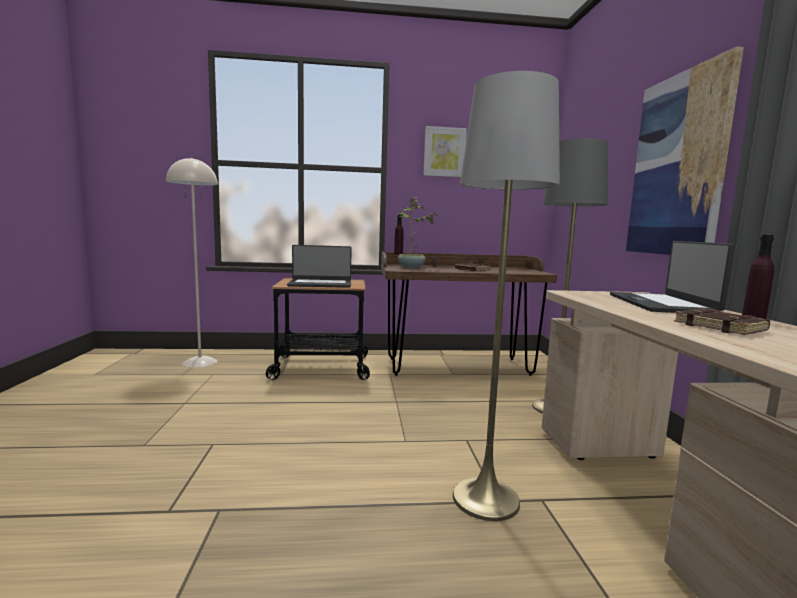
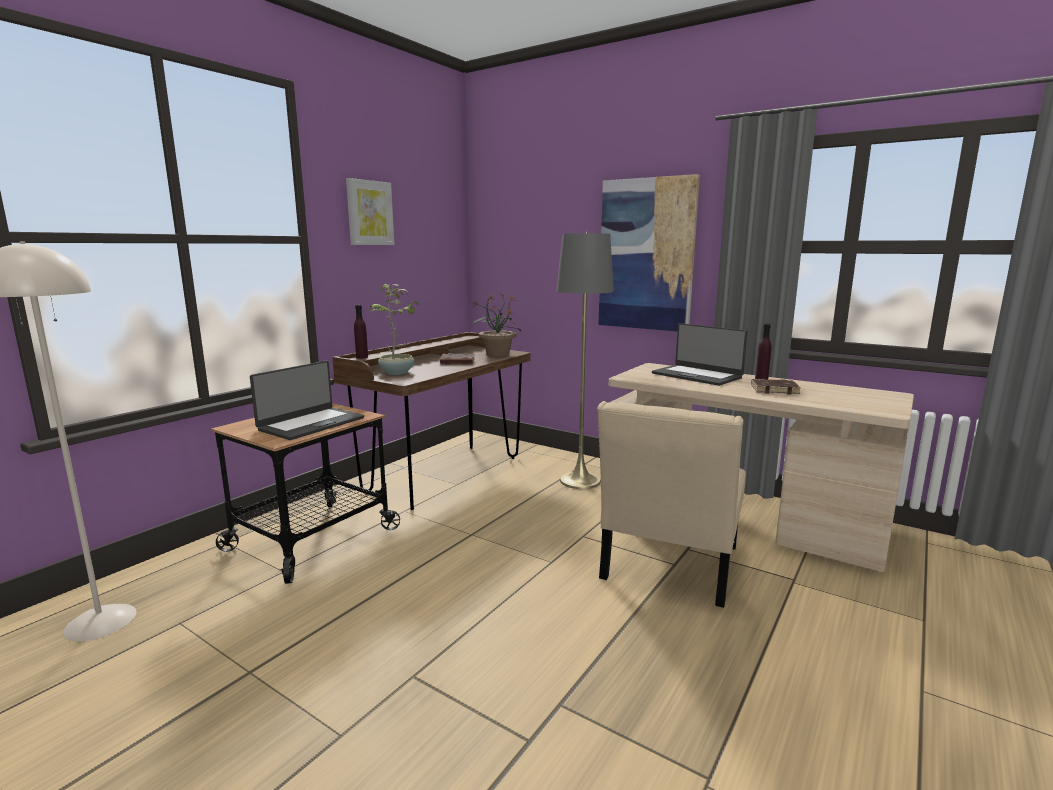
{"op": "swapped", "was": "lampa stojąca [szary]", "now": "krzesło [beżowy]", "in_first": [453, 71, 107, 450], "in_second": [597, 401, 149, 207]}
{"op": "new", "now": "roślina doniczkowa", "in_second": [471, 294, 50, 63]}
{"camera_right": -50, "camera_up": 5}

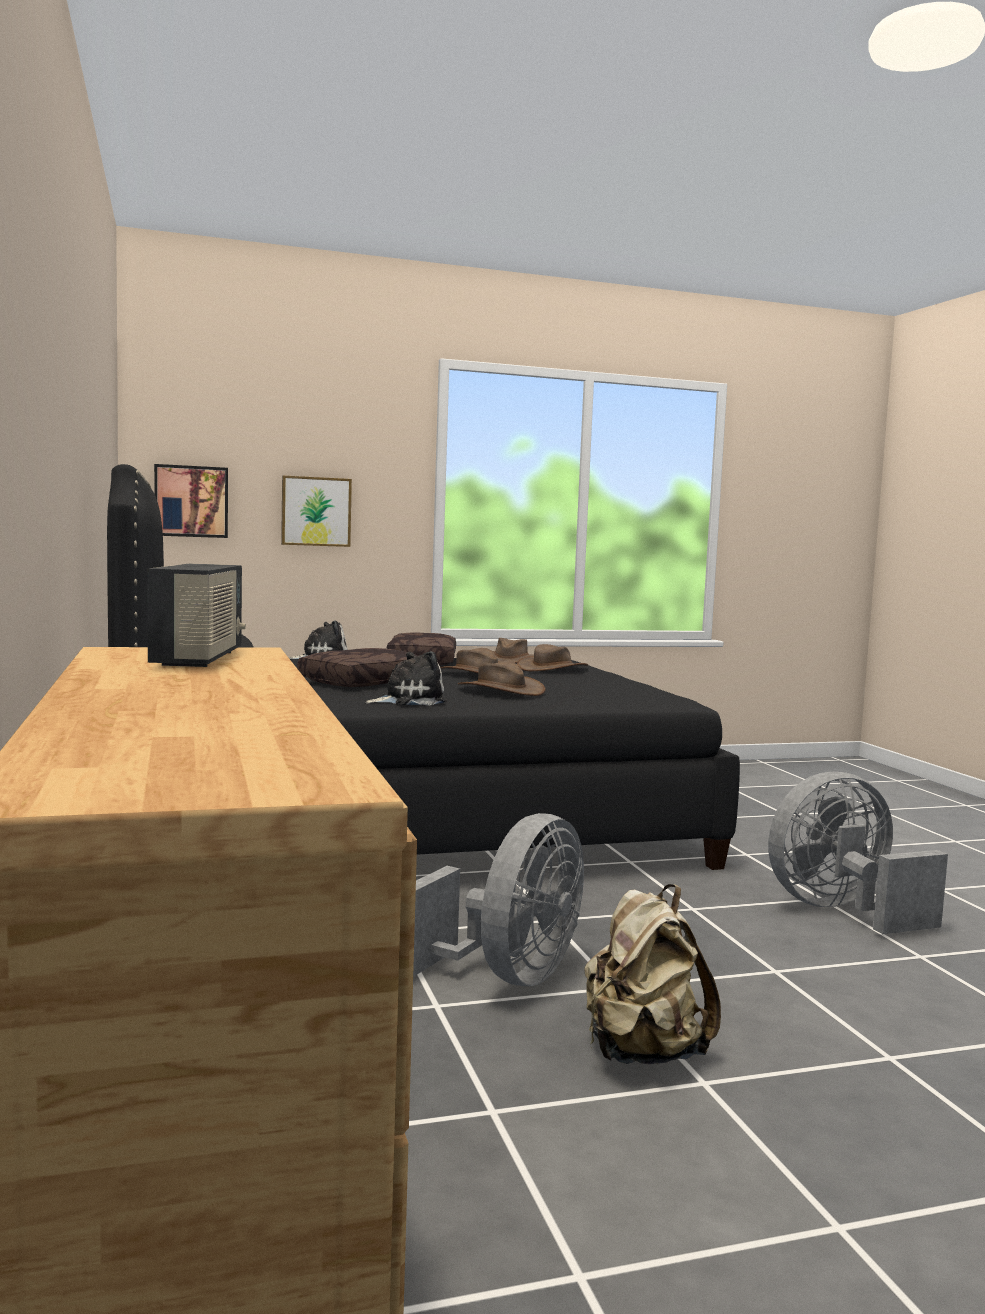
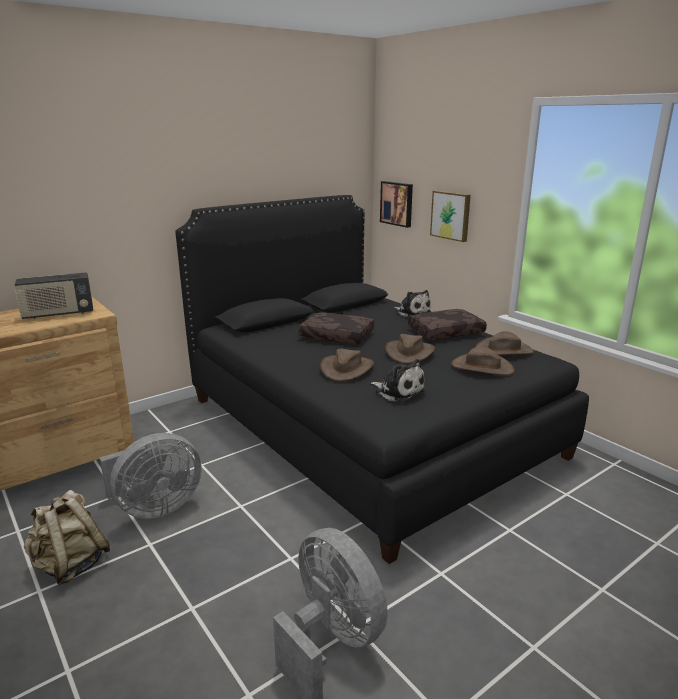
{"op": "shifted", "was": "pluszak", "in_first": [365, 651, 82, 55], "in_second": [371, 359, 55, 44]}
{"op": "rotated", "was": "wentylator [szary]", "in_first": [413, 813, 171, 173], "in_second": [100, 433, 102, 86], "clockwise": -45}
{"camera_right": 70, "camera_up": 15}

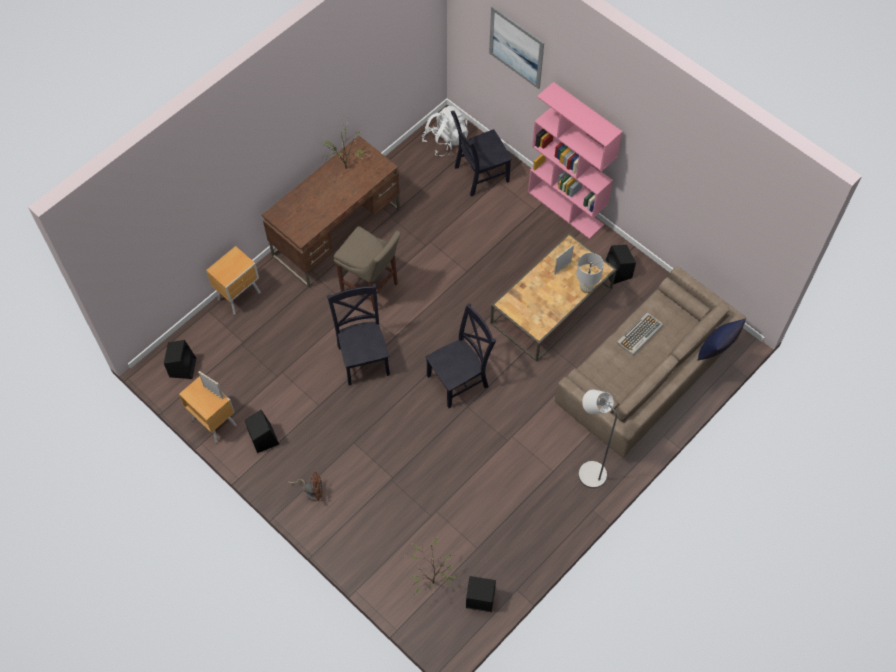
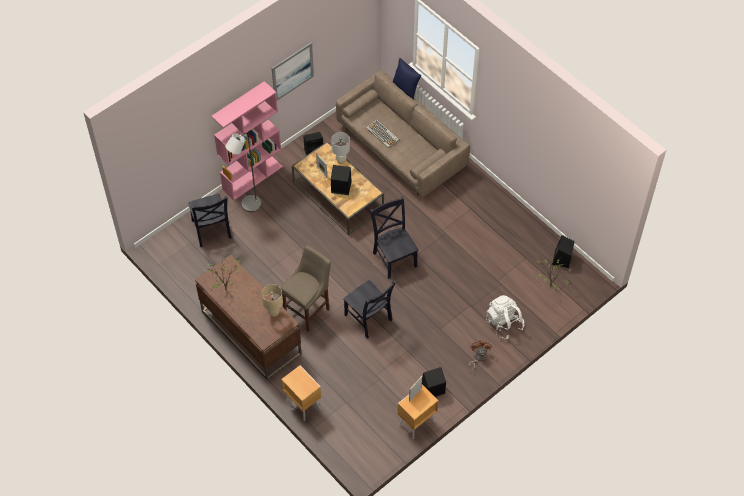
{"op": "shifted", "was": "obraz", "in_first": [489, 6, 55, 83], "in_second": [272, 43, 42, 58]}
{"op": "shifted", "was": "plecak [biały]", "in_first": [422, 106, 46, 50], "in_second": [486, 295, 38, 44]}
{"op": "rotated", "was": "krzesło [czarny]", "in_first": [327, 284, 63, 101], "in_second": [343, 280, 54, 59], "clockwise": -120}
{"op": "shifted", "was": "głośnik [czarny]", "in_first": [164, 340, 32, 39], "in_second": [331, 165, 21, 30]}
{"op": "shifted", "was": "lampa stojąca [szary]", "in_first": [578, 389, 39, 99], "in_second": [225, 133, 37, 79]}
{"op": "new", "now": "lampa stołowa [beżowy]", "in_second": [262, 284, 21, 33]}
{"camera_right": -85, "camera_up": -5}

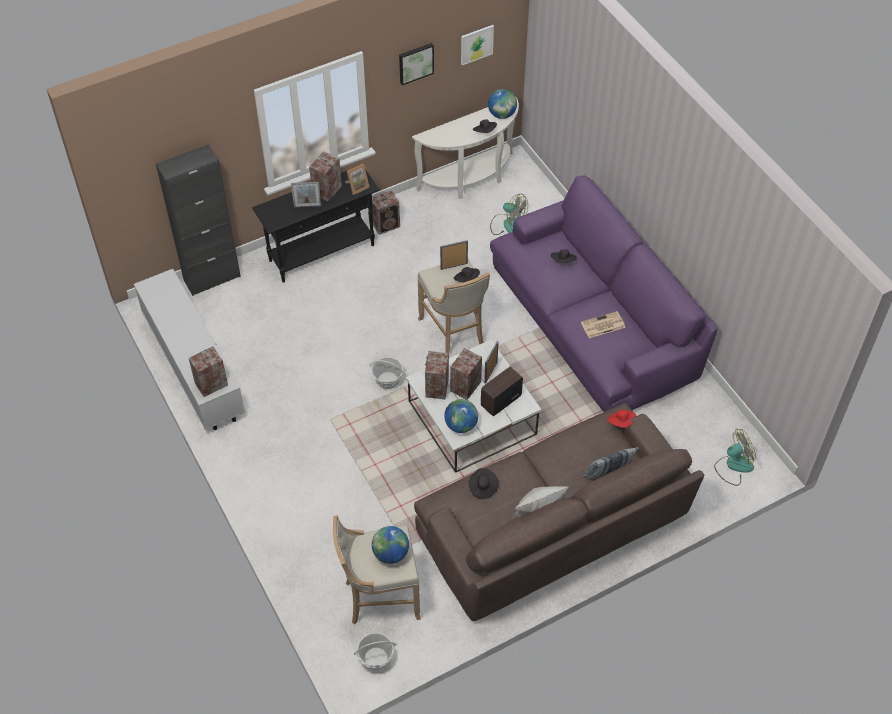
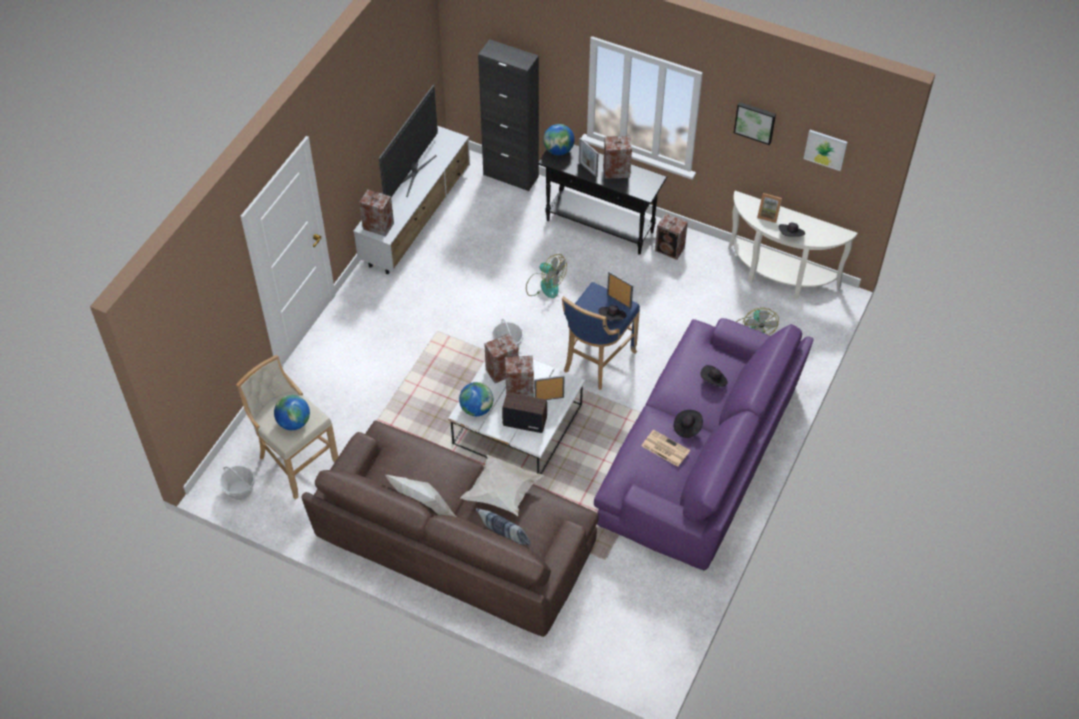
{"op": "shifted", "was": "globus", "in_first": [488, 89, 29, 30], "in_second": [543, 124, 31, 31]}
{"op": "shifted", "was": "ramka na zdjęcie", "in_first": [345, 164, 24, 31], "in_second": [757, 193, 25, 30]}
{"op": "repainted", "was": "stołek [beżowy]", "now": "stołek [niebieski]", "in_first": [417, 259, 73, 94], "in_second": [562, 282, 78, 108]}
{"op": "gone", "was": "kapelusz [czerwony]", "in_first": [608, 409, 28, 19]}
{"op": "shifted", "was": "wentylator", "in_first": [714, 429, 42, 57], "in_second": [526, 254, 41, 44]}
{"op": "shifted", "was": "kapelusz [czarny]", "in_first": [469, 468, 29, 31], "in_second": [674, 410, 29, 28]}
{"op": "new", "now": "telewizor", "in_second": [379, 85, 59, 112]}
{"op": "new", "now": "poduszka [biały]", "in_second": [460, 455, 85, 61]}
{"camera_right": 55, "camera_up": 0}

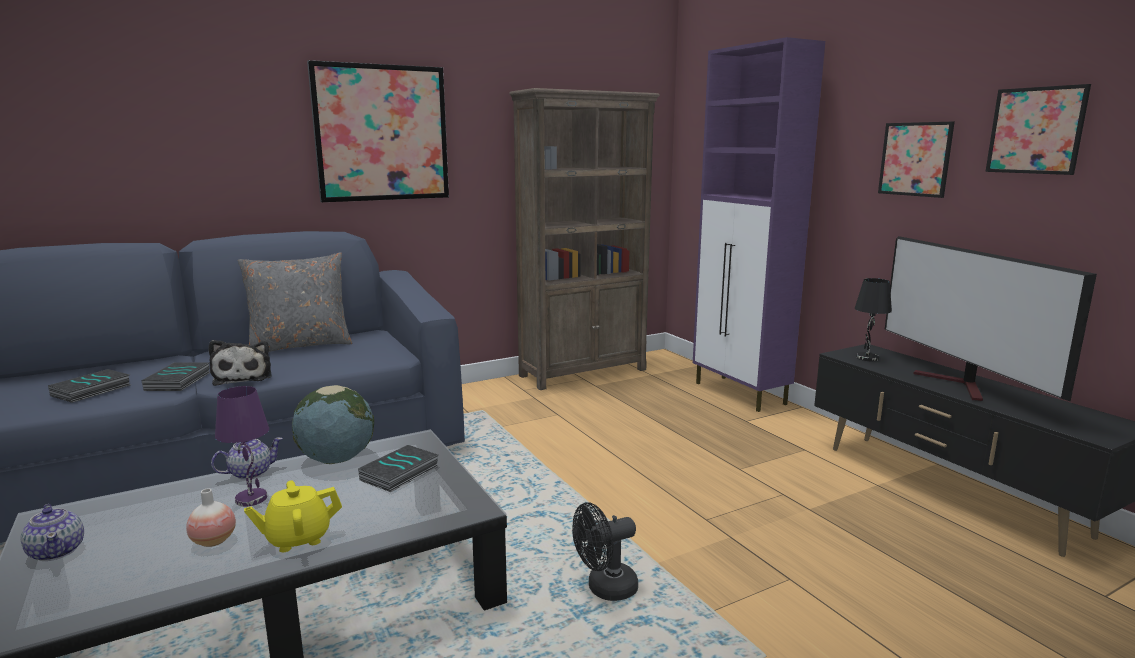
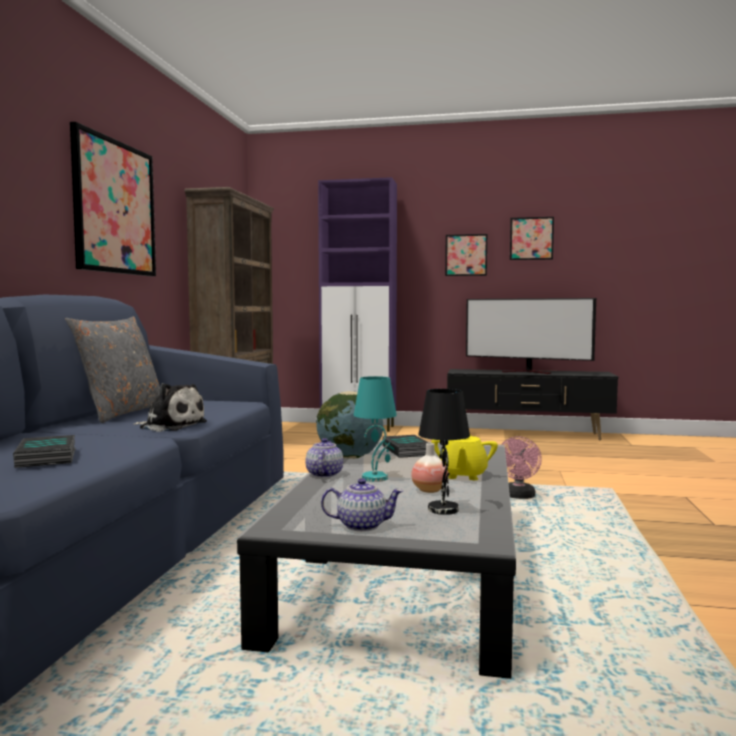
{"op": "shifted", "was": "lampa stołowa [czarny]", "in_first": [855, 278, 37, 83], "in_second": [418, 389, 52, 126]}
{"op": "gone", "was": "książka", "in_first": [141, 362, 69, 29]}
{"op": "repainted", "was": "lampa stołowa [fioletowy]", "now": "lampa stołowa [turkusowy]", "in_first": [215, 386, 54, 121], "in_second": [354, 376, 43, 106]}
{"op": "repainted", "was": "wentylator [czarny]", "now": "wentylator [różowy]", "in_first": [572, 503, 66, 98], "in_second": [501, 436, 41, 63]}
{"camera_right": -50, "camera_up": -10}

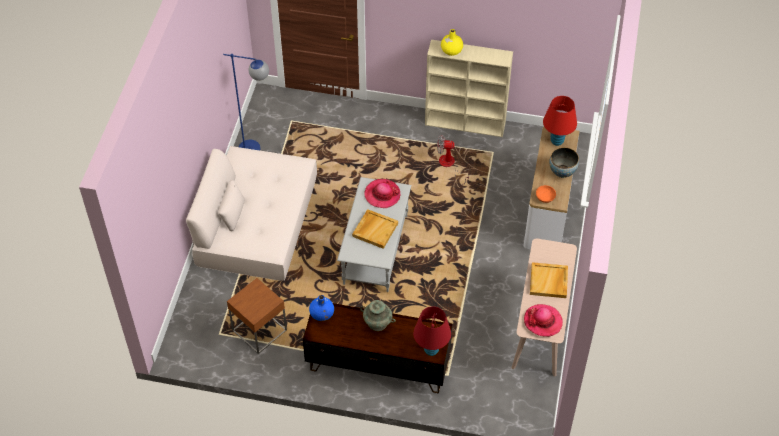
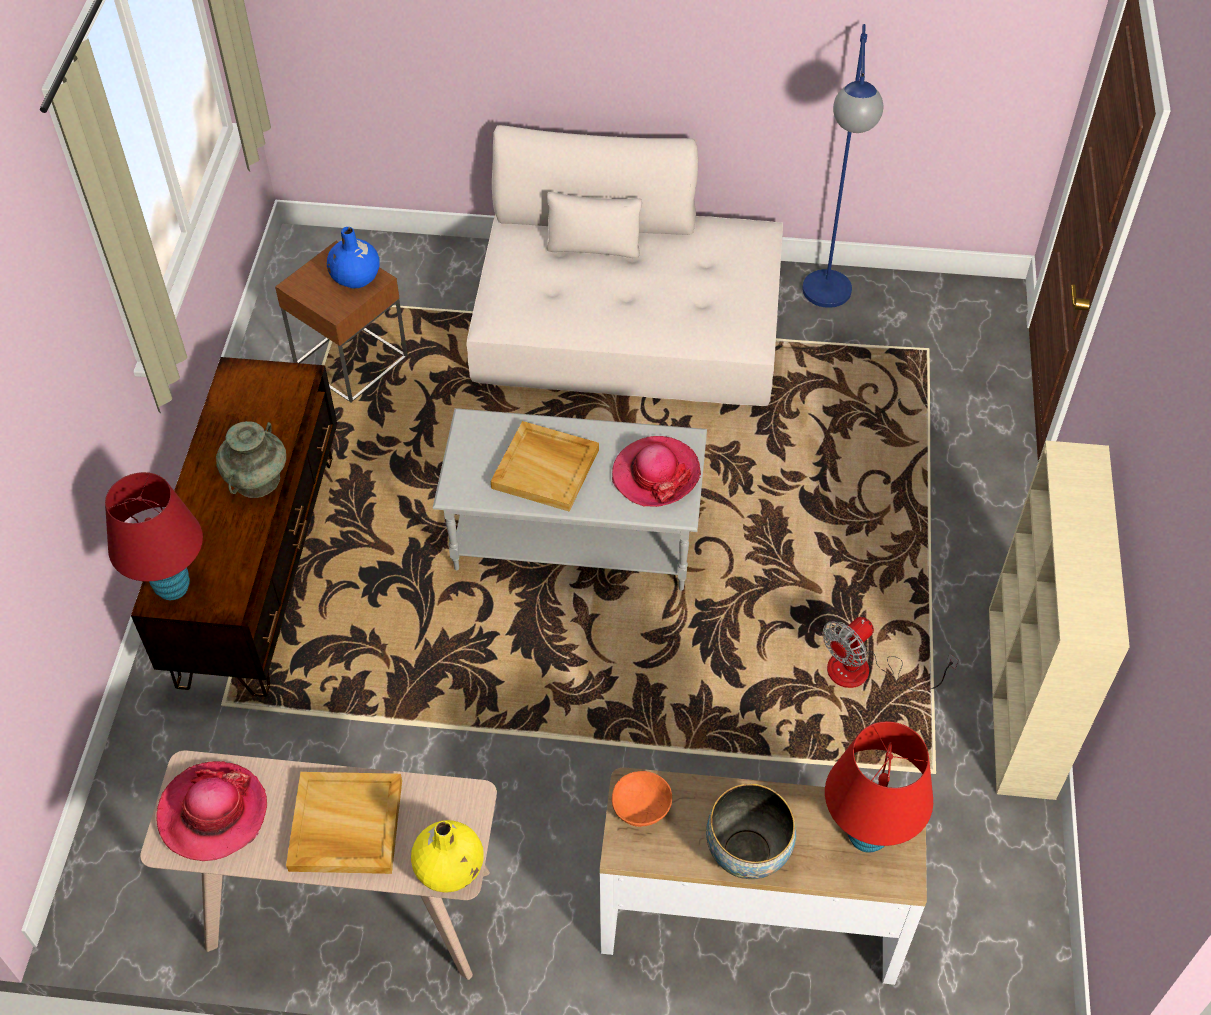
{"op": "shifted", "was": "wazon [żółty]", "in_first": [441, 29, 22, 27], "in_second": [411, 820, 73, 73]}
{"op": "rotated", "was": "wentylator", "in_first": [437, 134, 32, 50], "in_second": [822, 617, 136, 74], "clockwise": -135}
{"op": "shifted", "was": "wazon [niebieski]", "in_first": [309, 295, 25, 26], "in_second": [327, 227, 53, 61]}
{"camera_right": 85, "camera_up": 0}

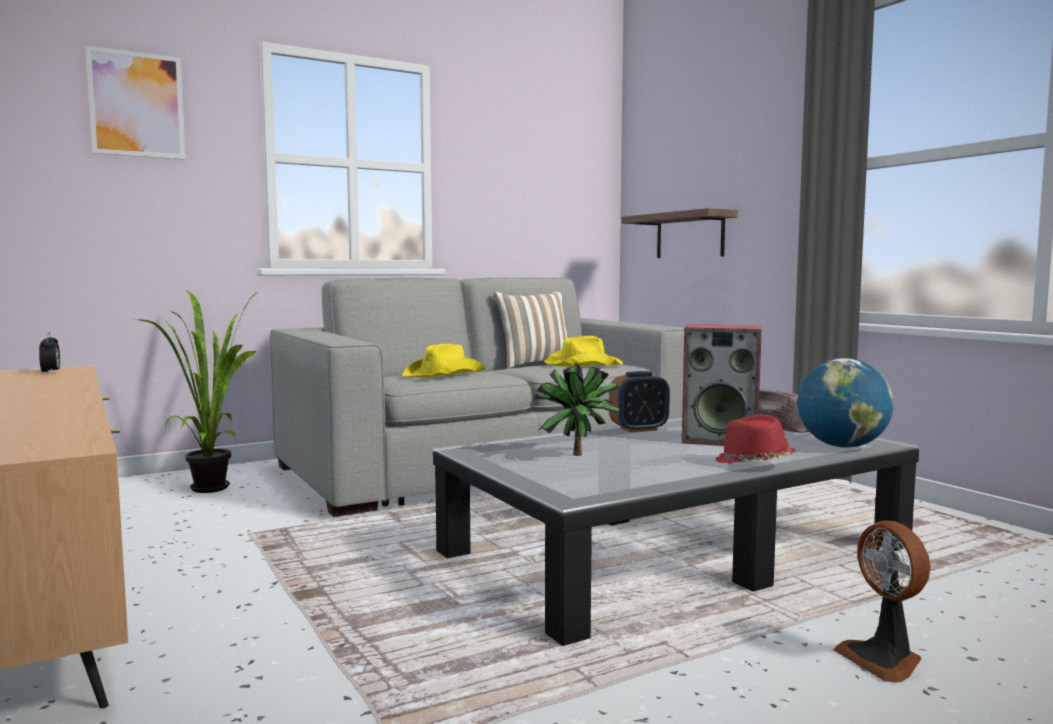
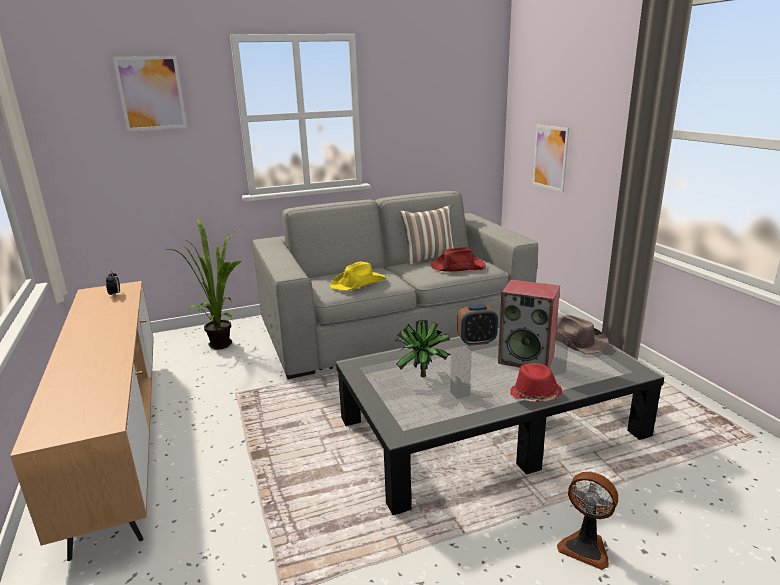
{"op": "swapped", "was": "półka", "now": "obraz", "in_first": [622, 208, 116, 50], "in_second": [533, 125, 36, 68]}
{"op": "repainted", "was": "kapelusz [żółty]", "now": "kapelusz [czerwony]", "in_first": [544, 336, 79, 30], "in_second": [431, 247, 55, 24]}
{"op": "gone", "was": "globus", "in_first": [797, 358, 97, 90]}
{"op": "rotated", "was": "wentylator", "in_first": [833, 521, 98, 162], "in_second": [557, 472, 61, 98], "clockwise": -45}
{"camera_right": 10, "camera_up": 15}

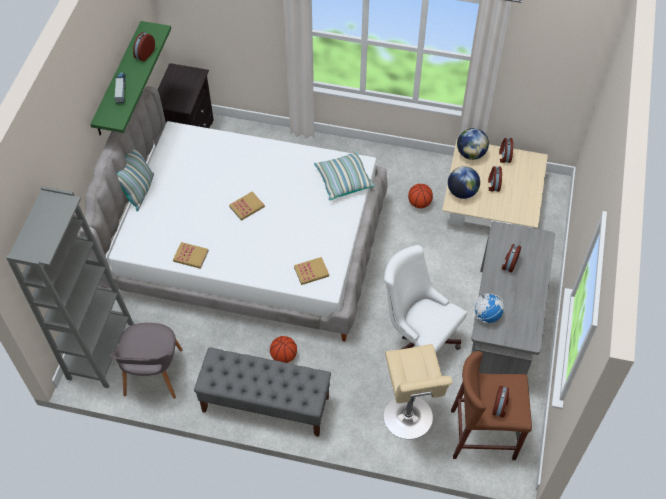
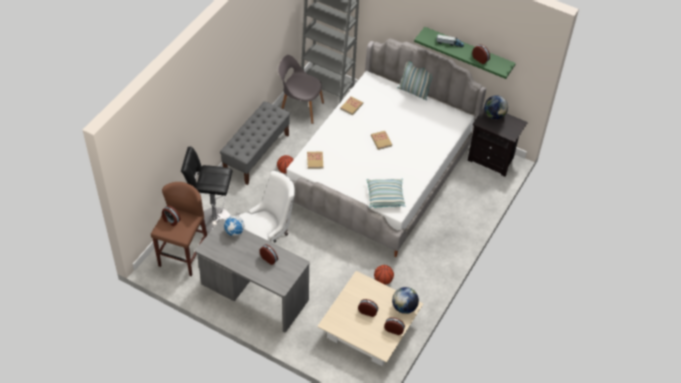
{"op": "shifted", "was": "globus", "in_first": [448, 166, 32, 33], "in_second": [484, 95, 24, 24]}
{"op": "repainted", "was": "stołek [beżowy]", "now": "stołek [czarny]", "in_first": [384, 344, 68, 95], "in_second": [181, 147, 51, 86]}
{"camera_right": 105, "camera_up": -5}

